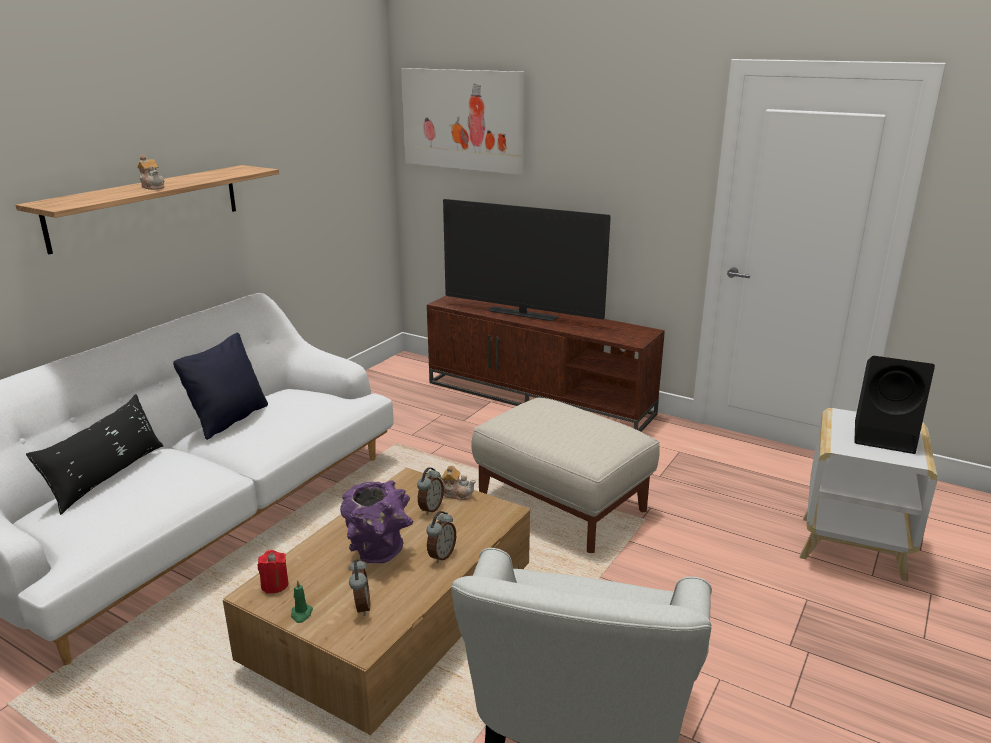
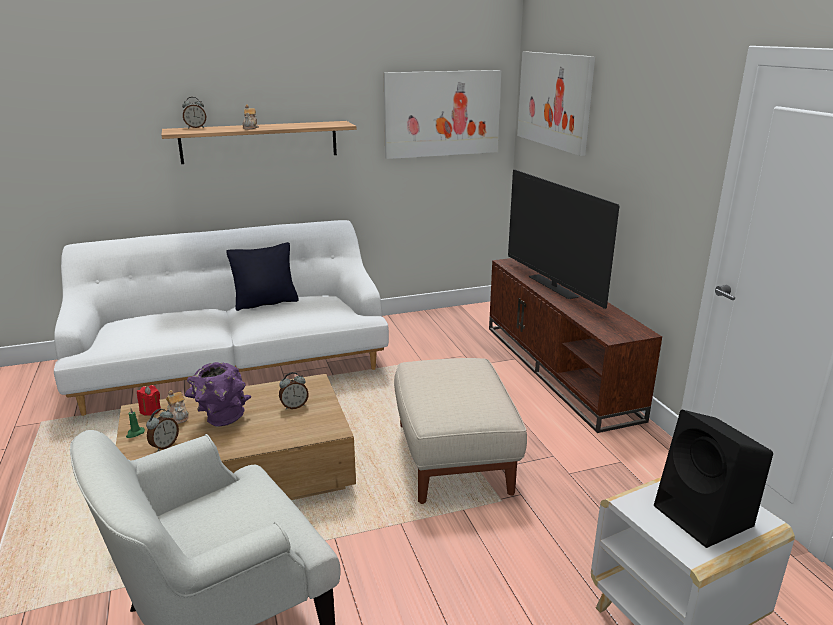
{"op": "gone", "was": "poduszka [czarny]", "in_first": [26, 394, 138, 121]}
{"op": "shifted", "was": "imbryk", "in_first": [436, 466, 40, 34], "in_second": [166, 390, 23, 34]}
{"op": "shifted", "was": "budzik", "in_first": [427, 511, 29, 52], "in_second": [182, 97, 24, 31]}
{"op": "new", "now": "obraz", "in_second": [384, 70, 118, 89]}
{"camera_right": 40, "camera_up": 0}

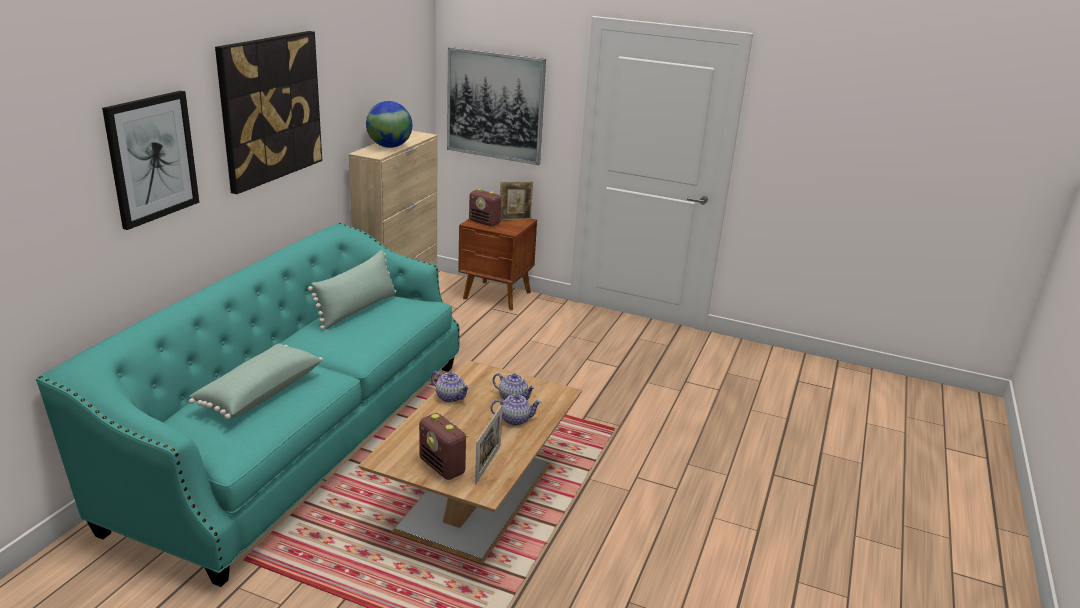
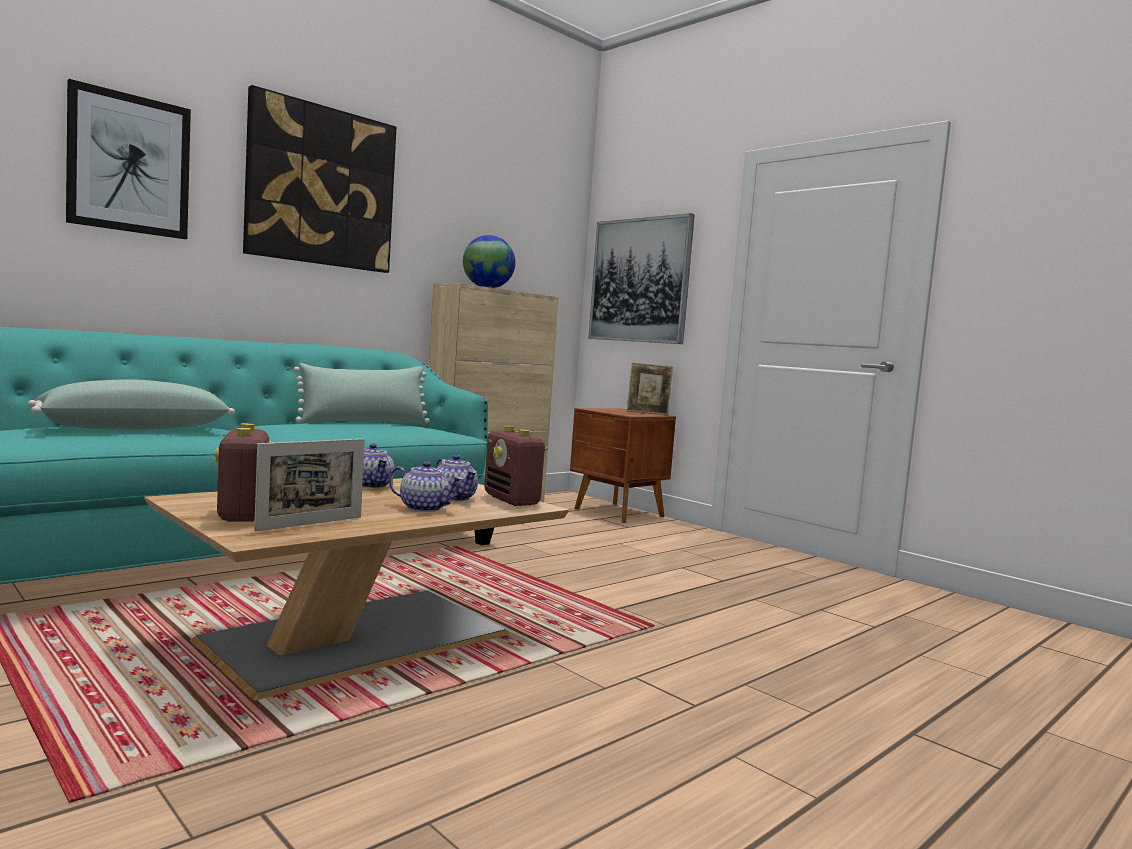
{"op": "shifted", "was": "radio", "in_first": [469, 188, 32, 38], "in_second": [484, 425, 64, 81]}
{"camera_right": 25, "camera_up": -20}

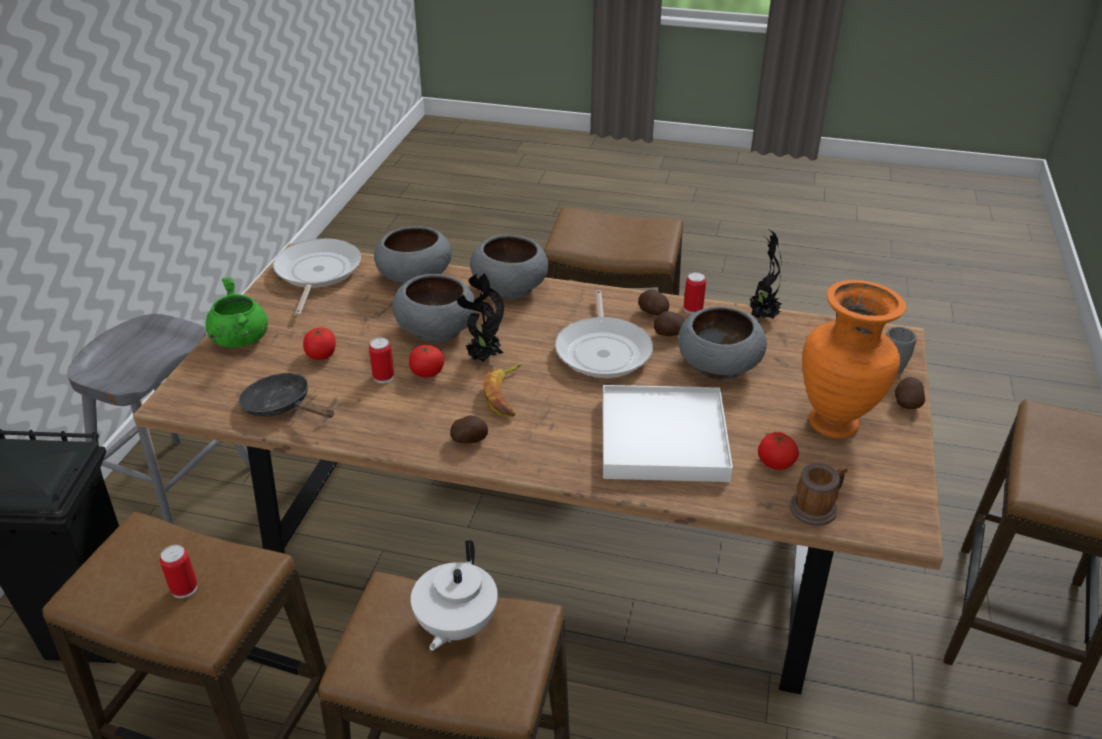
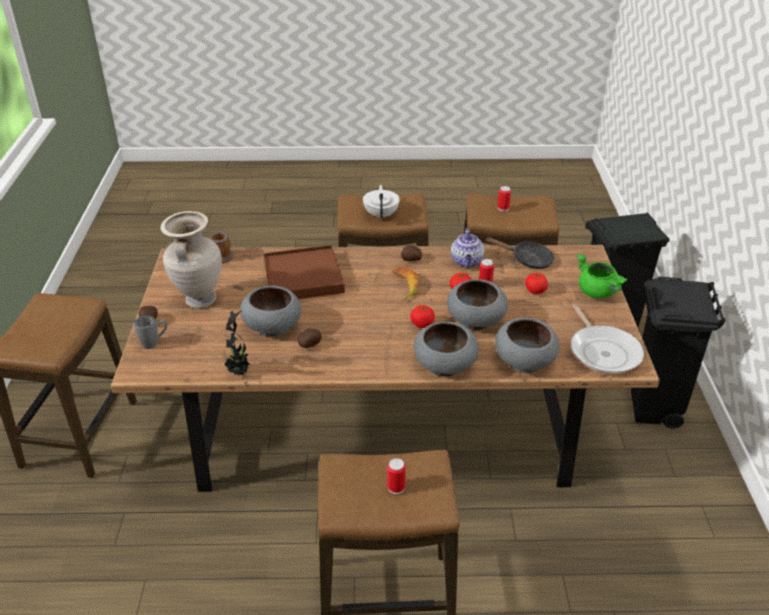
{"op": "shifted", "was": "puszka", "in_first": [684, 272, 22, 42], "in_second": [387, 458, 19, 36]}
{"op": "gone", "was": "roślina doniczkowa", "in_first": [457, 273, 47, 89]}
{"op": "repainted", "was": "wazon [pomarańczowy]", "now": "wazon [beżowy]", "in_first": [802, 280, 105, 159], "in_second": [160, 211, 62, 98]}
{"op": "gone", "was": "ziemniak", "in_first": [638, 289, 31, 27]}
{"op": "gone", "was": "patelnia", "in_first": [555, 290, 98, 88]}
{"op": "swapped", "was": "stołek [szary]", "now": "kosz na śmieci [czarny]", "in_first": [67, 314, 183, 210], "in_second": [631, 277, 94, 152]}
{"op": "repainted", "was": "taca [biały]", "now": "taca [brązowy]", "in_first": [603, 385, 130, 97], "in_second": [263, 245, 82, 54]}
{"op": "shifted", "was": "pomidor", "in_first": [758, 432, 41, 38], "in_second": [410, 305, 25, 23]}
{"op": "new", "now": "imbryk", "in_second": [451, 228, 33, 40]}
{"camera_right": 165, "camera_up": 0}

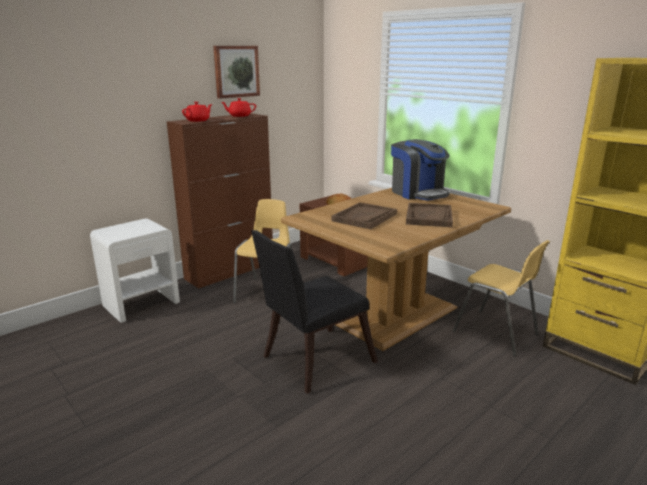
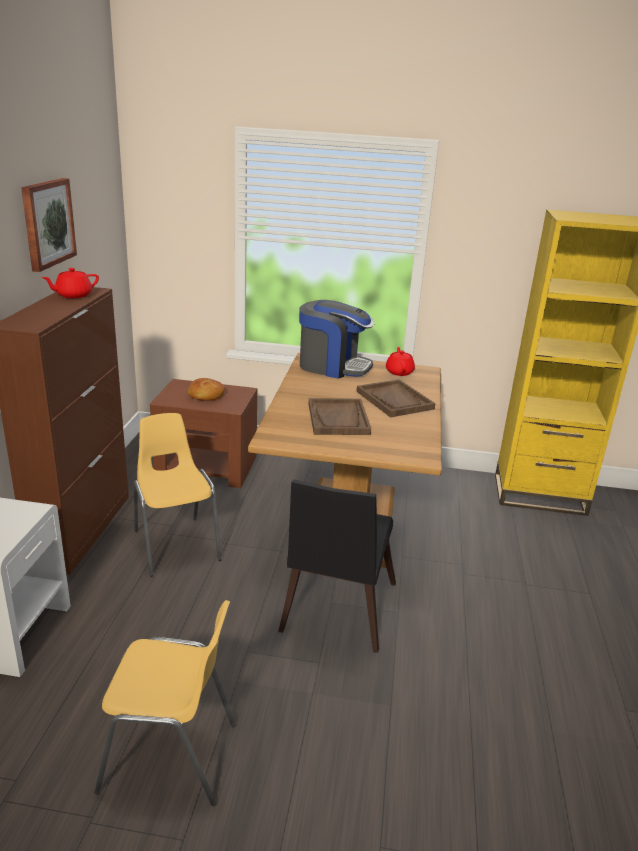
{"op": "shifted", "was": "imbryk [czerwony]", "in_first": [182, 102, 30, 20], "in_second": [386, 347, 29, 29]}
{"op": "shifted", "was": "krzesło [żółty]", "in_first": [453, 240, 97, 116], "in_second": [94, 600, 142, 206]}
{"camera_right": -40, "camera_up": 5}

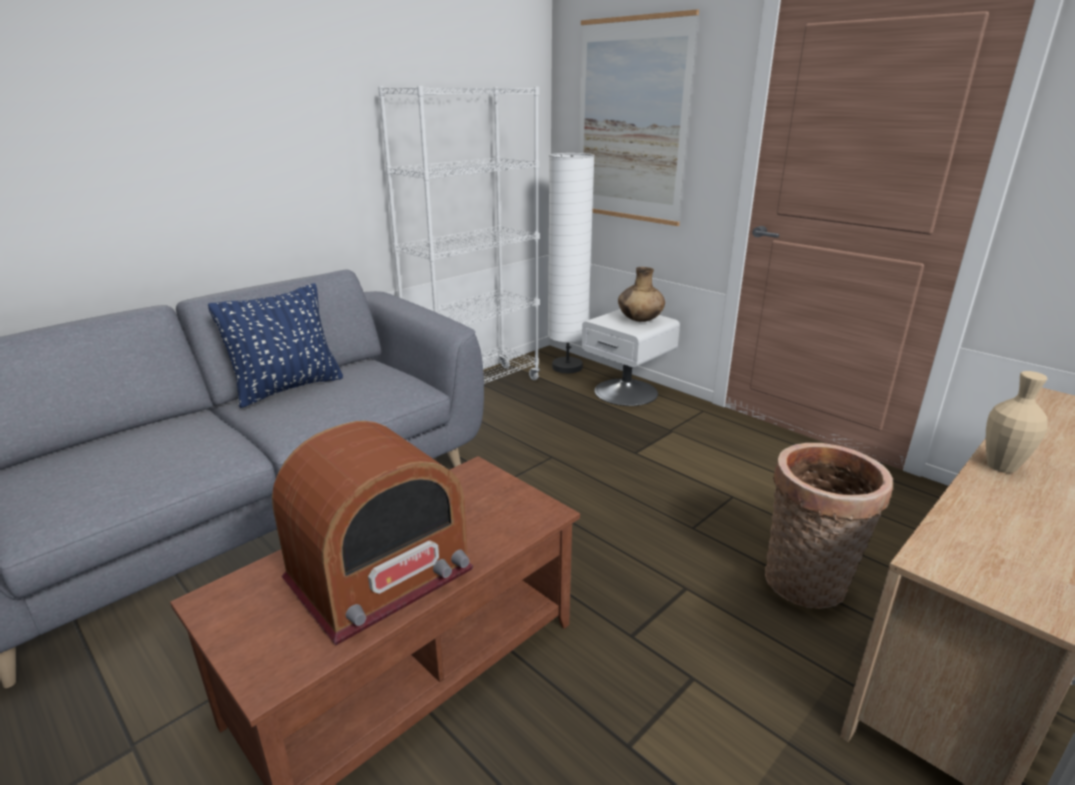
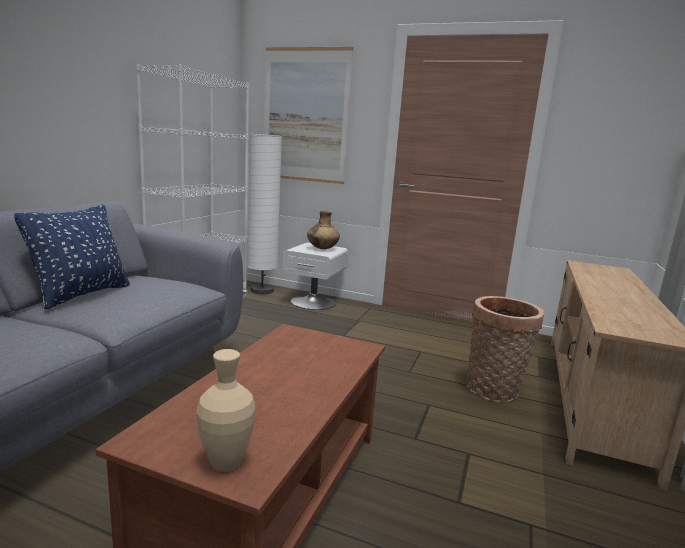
{"op": "shifted", "was": "wazon [beżowy]", "in_first": [986, 371, 62, 102], "in_second": [197, 349, 58, 123]}
{"op": "gone", "was": "radio", "in_first": [272, 421, 201, 225]}
{"camera_right": -25, "camera_up": -10}

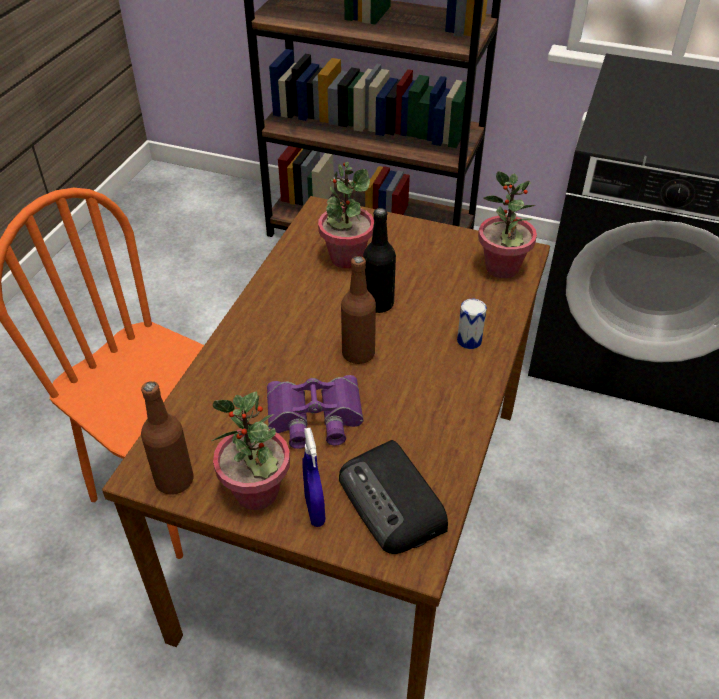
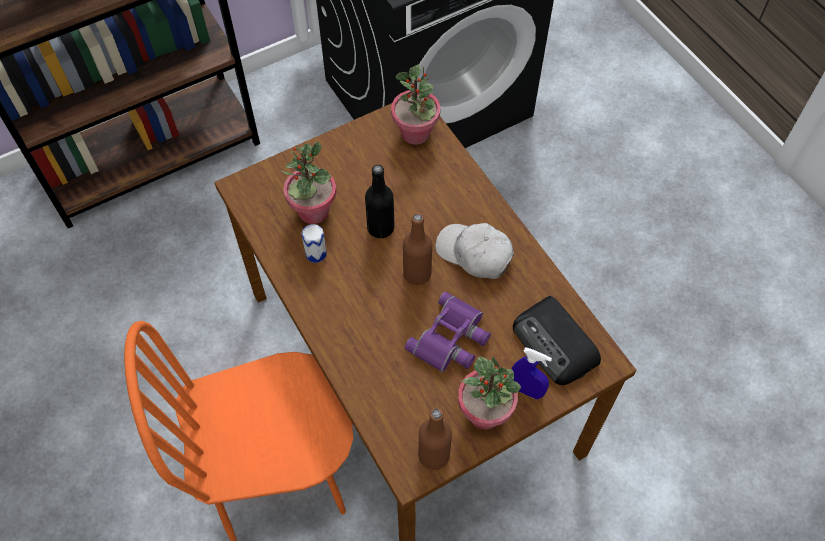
{"op": "shifted", "was": "puszka", "in_first": [457, 299, 30, 50], "in_second": [302, 224, 25, 39]}
{"op": "rotated", "was": "radio", "in_first": [339, 440, 109, 114], "in_second": [513, 296, 88, 89], "clockwise": 45}
{"op": "new", "now": "czapka z daszkiem [biały]", "in_second": [435, 223, 79, 56]}
{"camera_right": -50, "camera_up": 15}

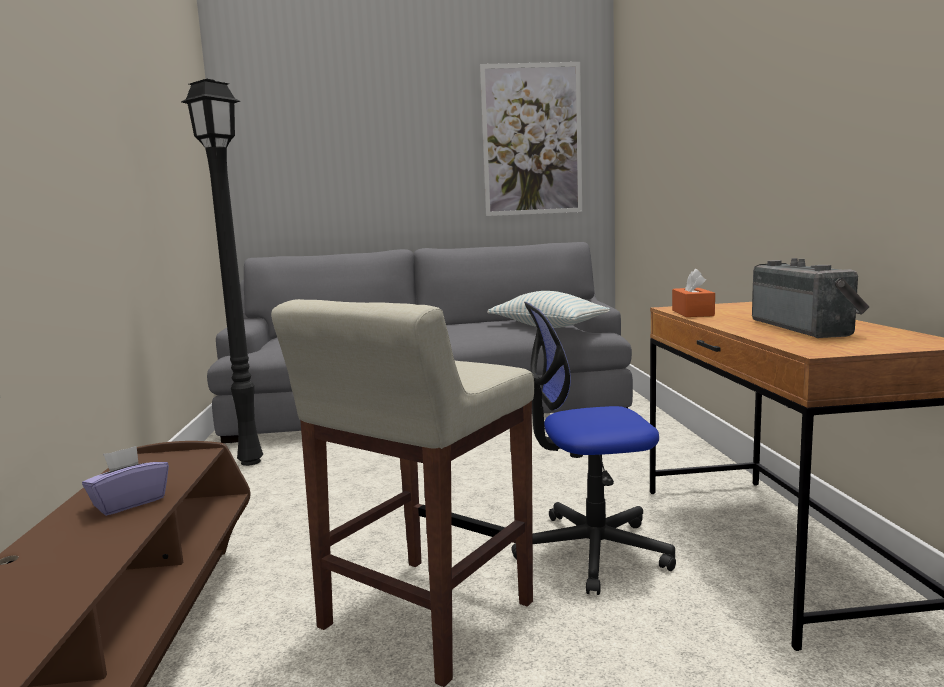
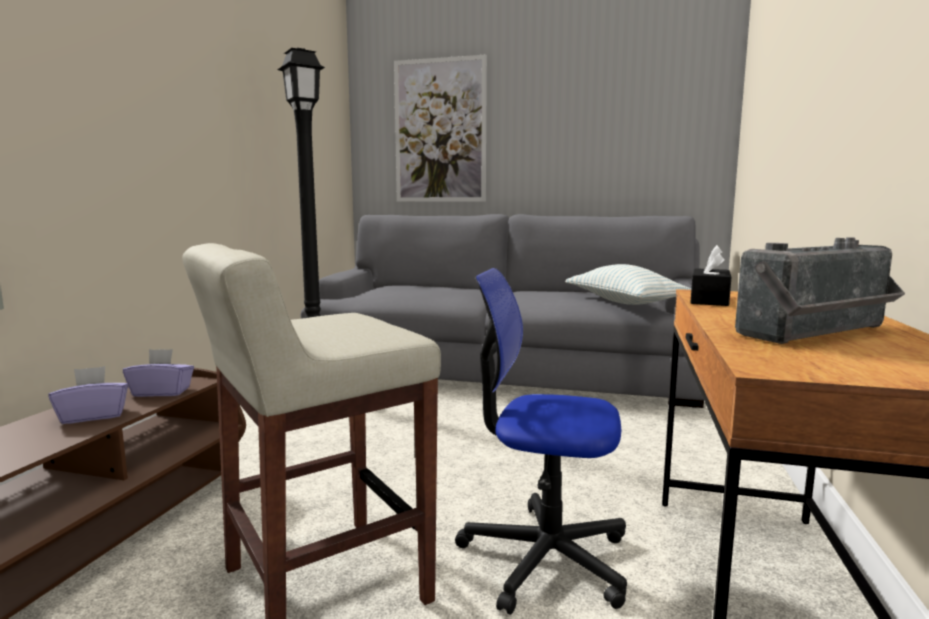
{"op": "shifted", "was": "obraz", "in_first": [480, 62, 102, 154], "in_second": [394, 55, 93, 147]}
{"op": "rotated", "was": "radio", "in_first": [752, 258, 117, 80], "in_second": [735, 237, 170, 107], "clockwise": 45}
{"op": "repainted", "was": "pudełko chusteczek [pomarańczowy]", "now": "pudełko chusteczek [czarny]", "in_first": [672, 268, 43, 49], "in_second": [690, 245, 42, 61]}
{"op": "new", "now": "pudełko chusteczek [fioletowy]", "in_second": [123, 349, 71, 48]}
{"camera_right": 20, "camera_up": 0}

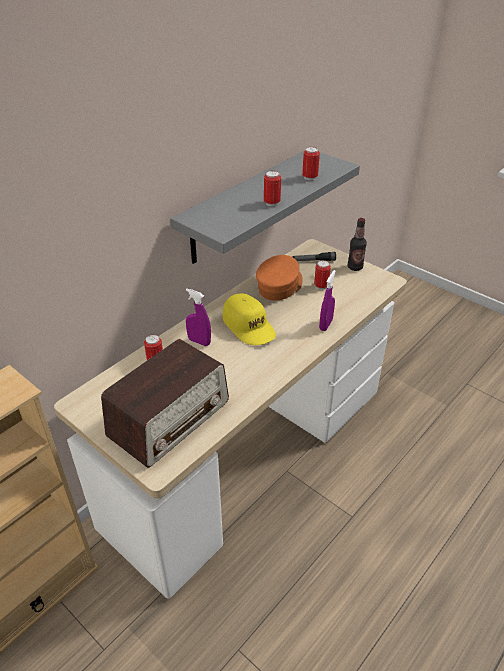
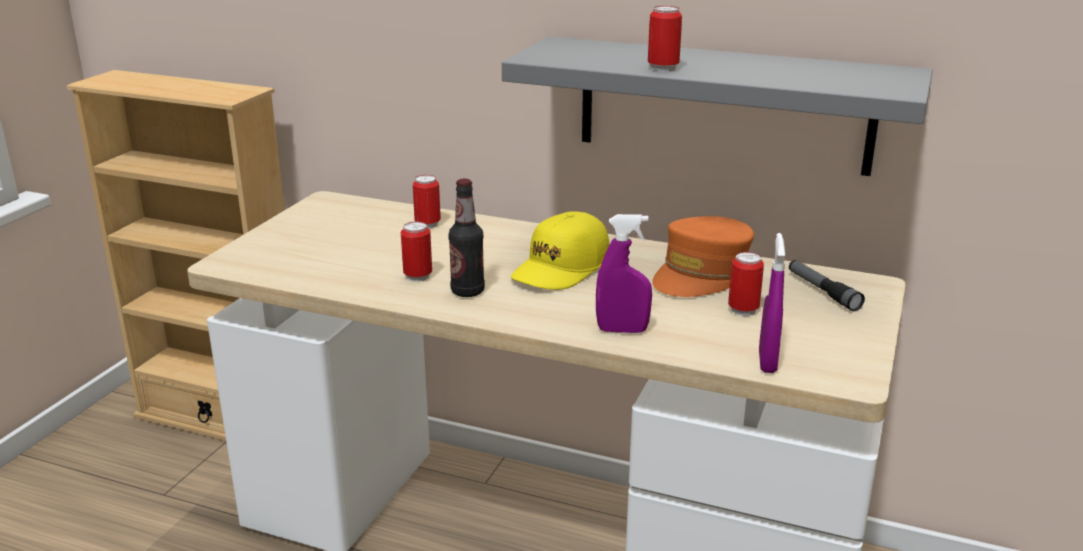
{"op": "shifted", "was": "puszka", "in_first": [302, 147, 18, 33], "in_second": [401, 222, 31, 59]}
{"op": "shifted", "was": "butelka", "in_first": [348, 218, 19, 53], "in_second": [448, 179, 37, 118]}
{"op": "rotated", "was": "czapka z daszkiem [pomarańczowy]", "in_first": [256, 255, 47, 46], "in_second": [652, 216, 102, 81], "clockwise": 120}
{"op": "shifted", "was": "spryskiwacz [fioletowy]", "in_first": [186, 289, 25, 57], "in_second": [759, 233, 26, 140]}
{"op": "gone", "was": "radio", "in_first": [101, 339, 128, 129]}
{"camera_right": 70, "camera_up": -15}

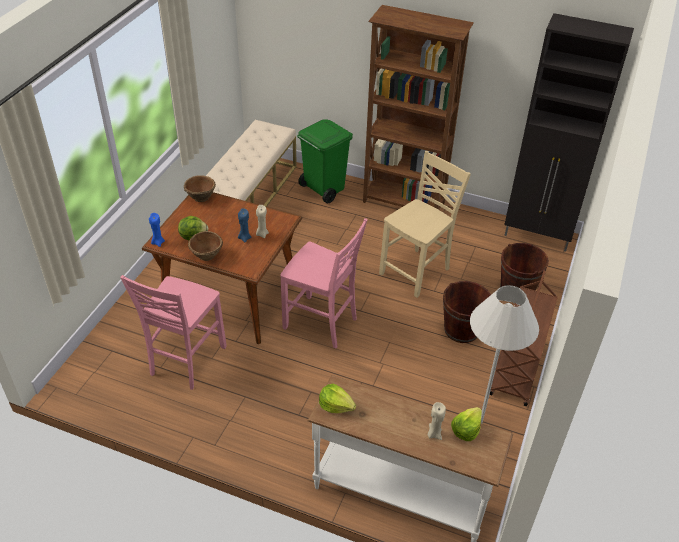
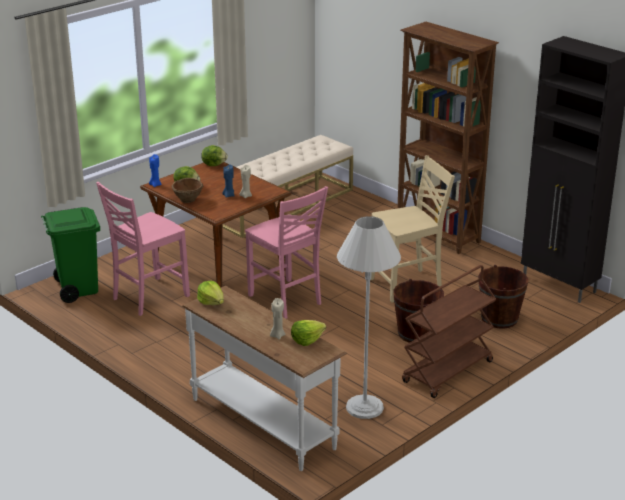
{"op": "shifted", "was": "kosz na śmieci [zielony]", "in_first": [297, 119, 56, 84], "in_second": [41, 207, 59, 96]}
{"op": "swapped", "was": "miska [brązowy]", "now": "sałata", "in_first": [184, 175, 32, 27], "in_second": [201, 145, 27, 21]}
{"camera_right": 25, "camera_up": -15}

